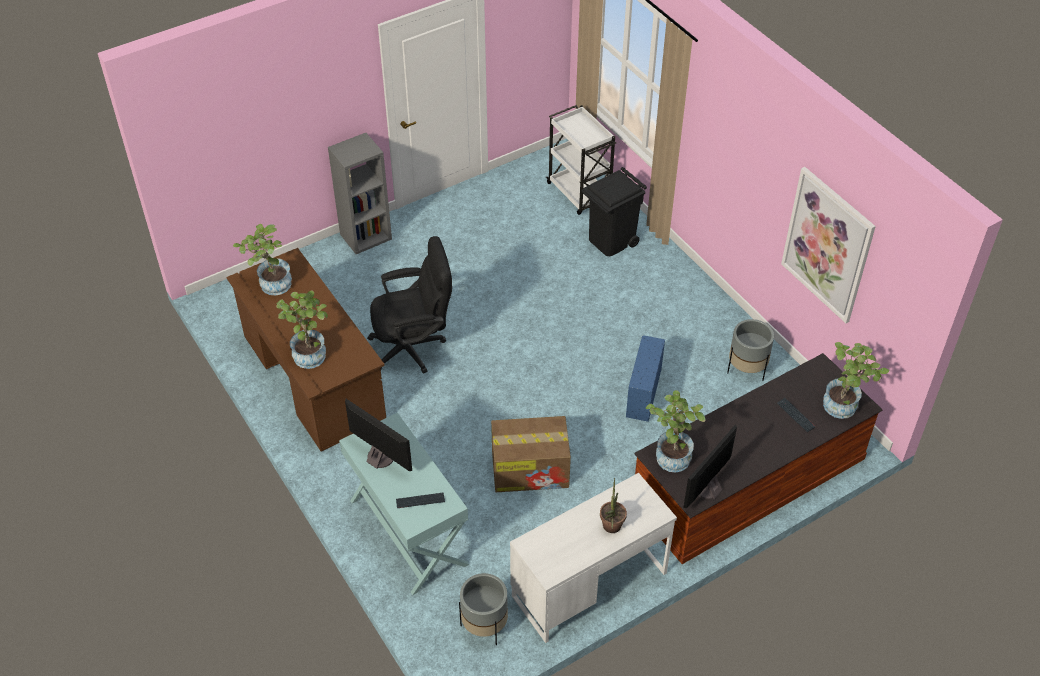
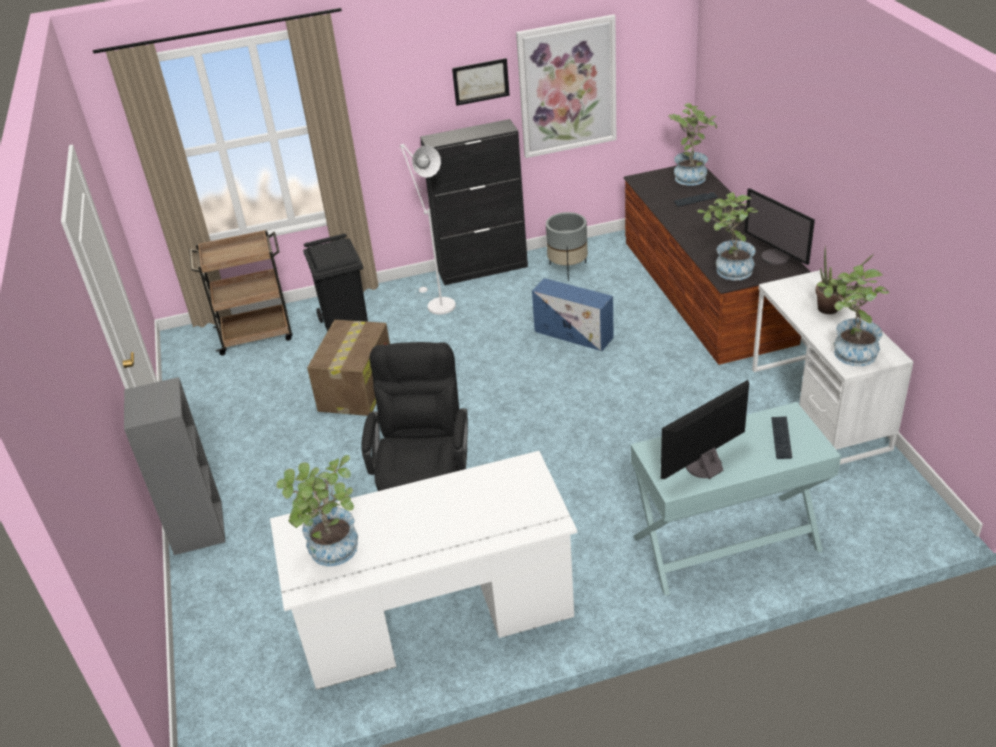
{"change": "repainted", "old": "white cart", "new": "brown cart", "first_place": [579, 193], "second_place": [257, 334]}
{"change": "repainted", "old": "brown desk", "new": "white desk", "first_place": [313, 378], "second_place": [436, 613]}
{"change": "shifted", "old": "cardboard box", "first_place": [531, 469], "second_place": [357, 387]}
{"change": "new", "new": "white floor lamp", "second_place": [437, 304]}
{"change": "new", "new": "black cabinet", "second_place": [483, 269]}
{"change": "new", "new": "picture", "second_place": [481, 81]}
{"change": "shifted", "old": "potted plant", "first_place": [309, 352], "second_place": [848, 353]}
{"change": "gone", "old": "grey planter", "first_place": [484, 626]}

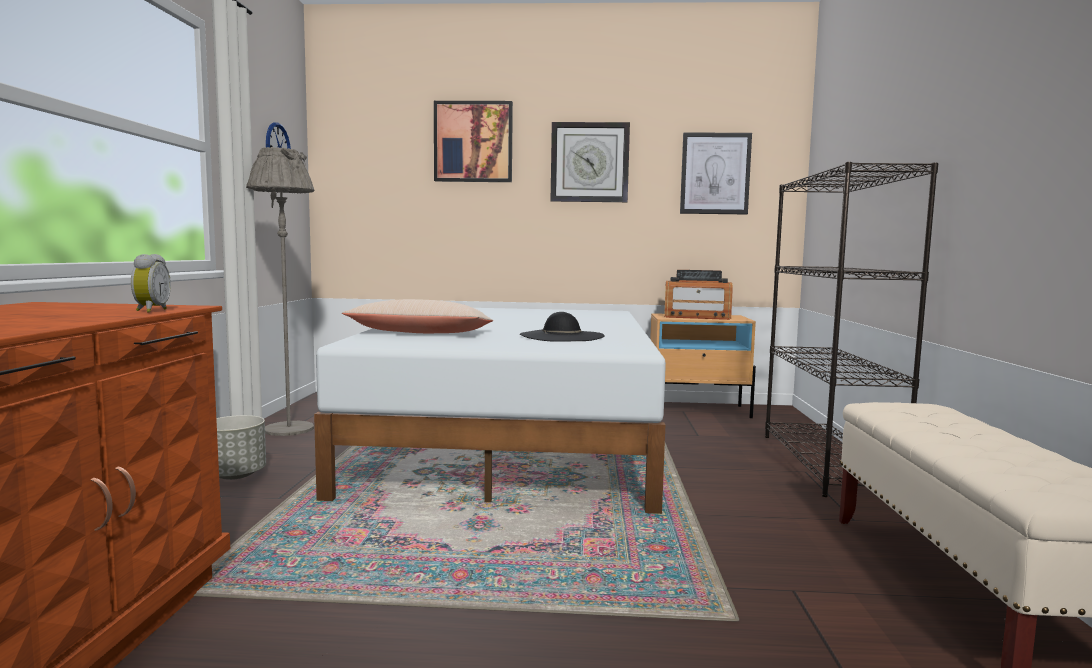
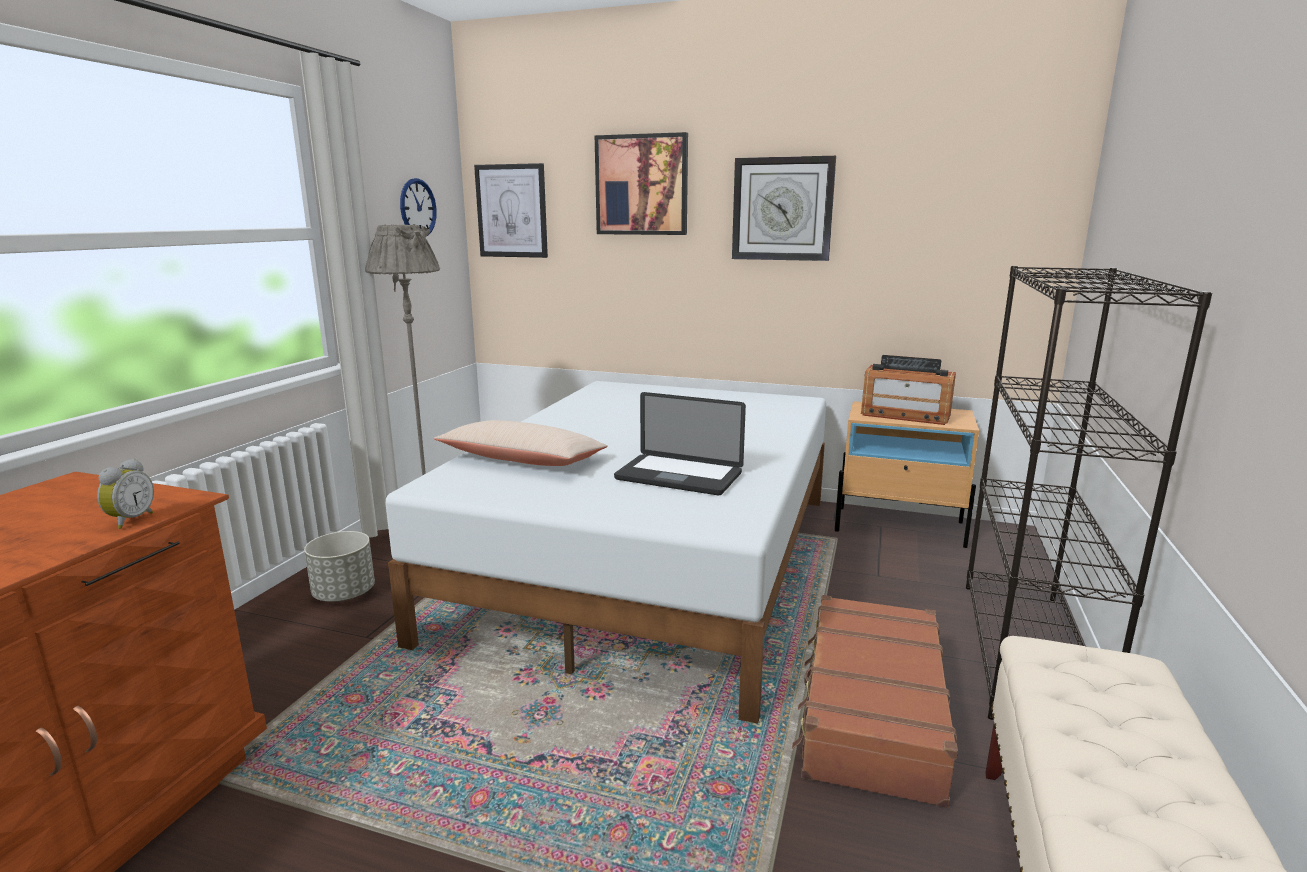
{"change": "shifted", "old": "picture", "first_place": [715, 173], "second_place": [512, 211]}
{"change": "swapped", "old": "black hat", "new": "laptop", "first_place": [561, 336], "second_place": [678, 476]}
{"change": "new", "new": "brown suitcase", "second_place": [870, 711]}

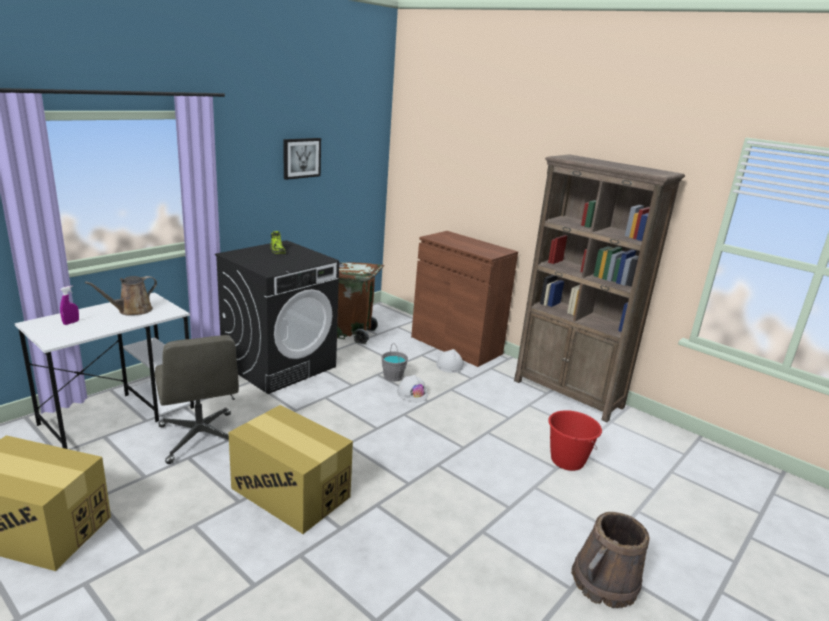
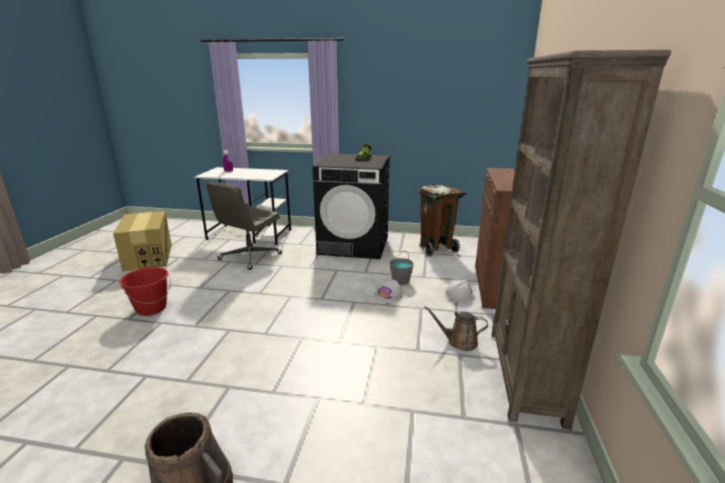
{"change": "shifted", "old": "red bucket", "first_place": [567, 461], "second_place": [151, 308]}
{"change": "shifted", "old": "brown watering can", "first_place": [132, 311], "second_place": [459, 342]}
{"change": "gone", "old": "cardboard box", "first_place": [290, 492]}
{"change": "gone", "old": "picture", "first_place": [301, 158]}

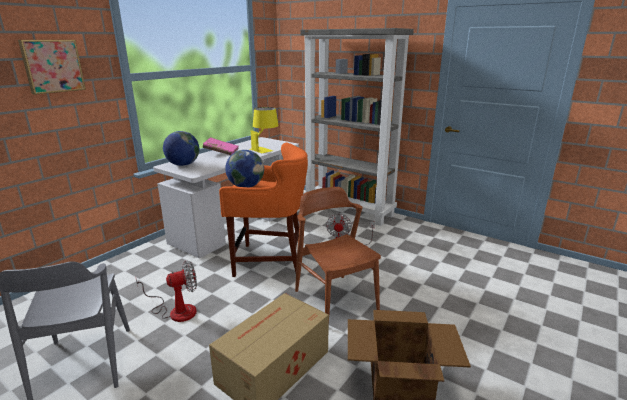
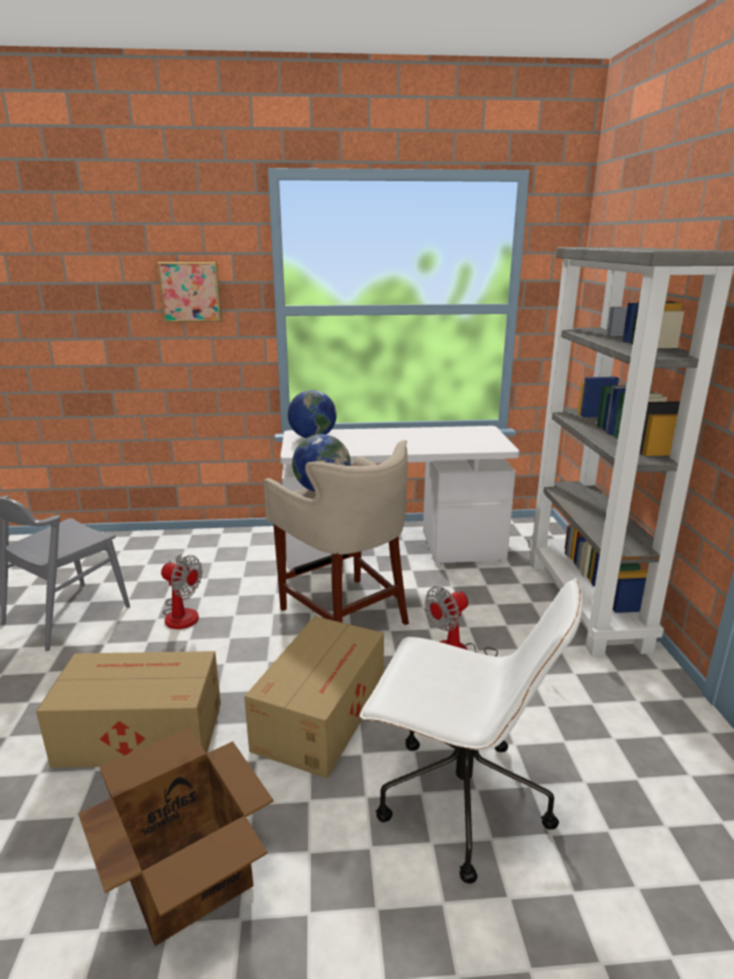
{"change": "swapped", "old": "brown chair", "new": "cardboard box", "first_place": [335, 300], "second_place": [323, 713]}
{"change": "repainted", "old": "orange stool", "new": "beige stool", "first_place": [269, 261], "second_place": [345, 614]}
{"change": "new", "new": "white office chair", "second_place": [459, 800]}
{"change": "gone", "old": "pink book", "first_place": [221, 152]}
{"change": "gone", "old": "yellow table lamp", "first_place": [265, 149]}

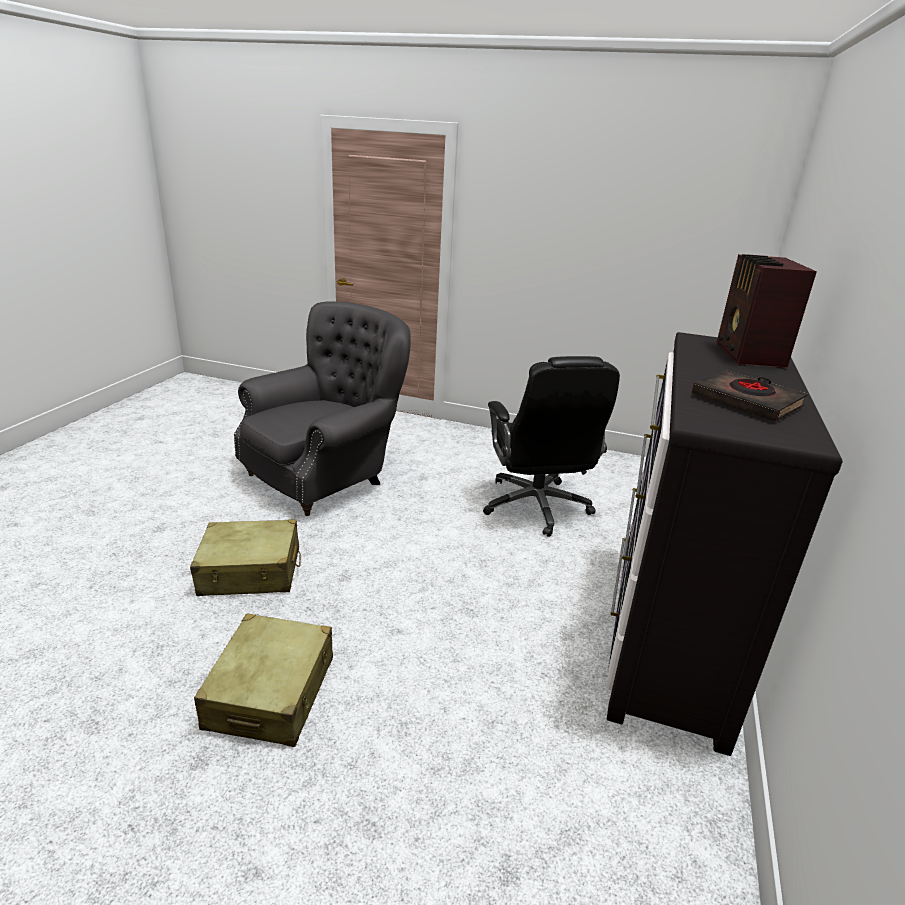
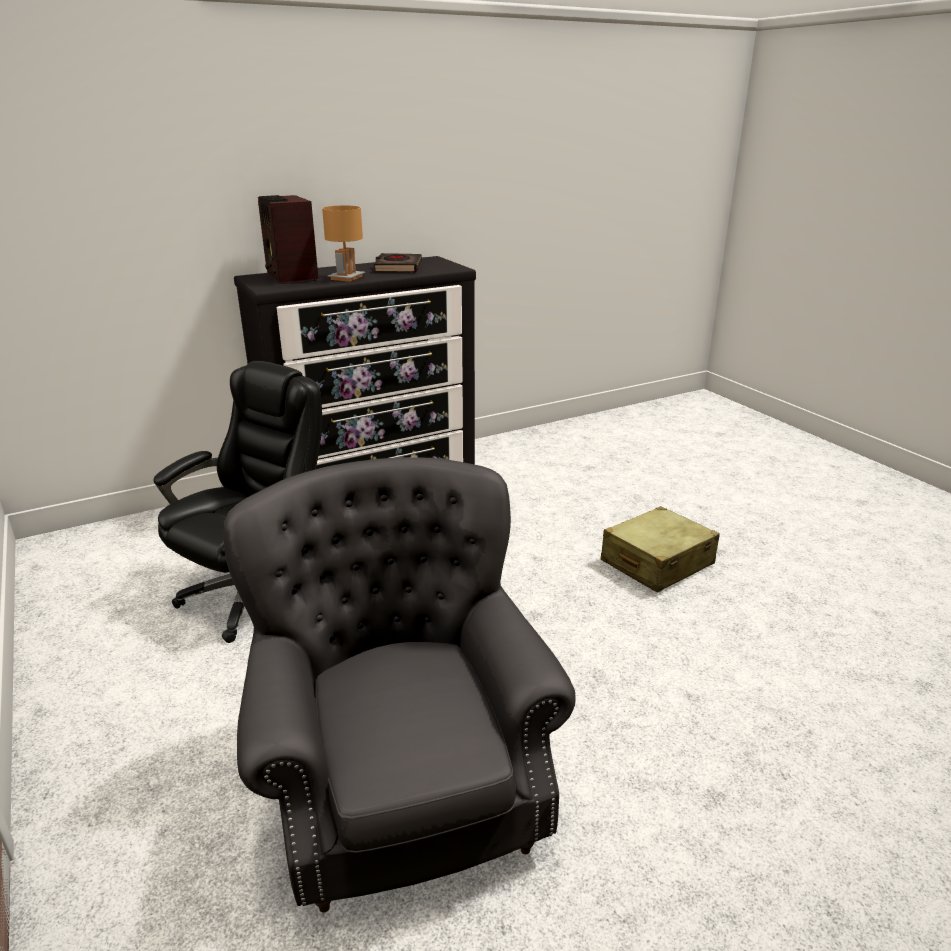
{"change": "rotated", "old": "grey armchair", "first_place": [326, 475], "second_place": [403, 784], "degrees": 75}
{"change": "rotated", "old": "radio", "first_place": [748, 356], "second_place": [291, 277], "degrees": 105}
{"change": "new", "new": "brown table lamp", "second_place": [347, 278]}
{"change": "gone", "old": "beige suitcase", "first_place": [250, 572]}

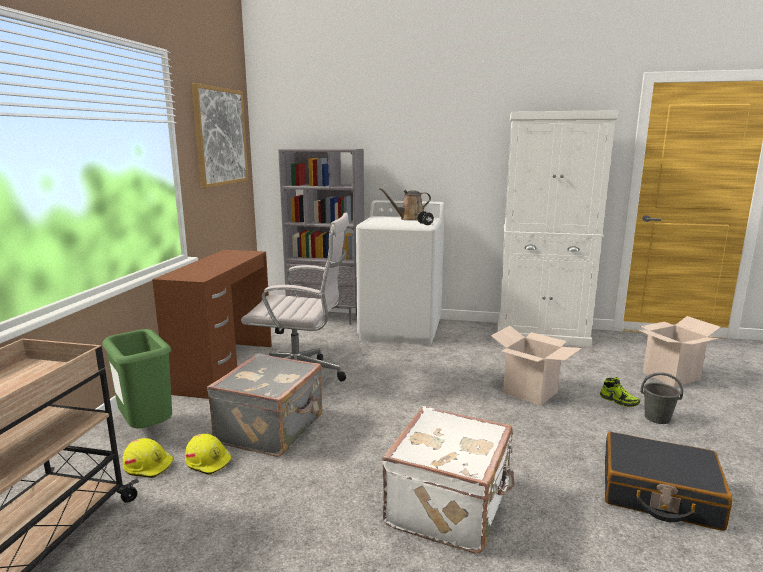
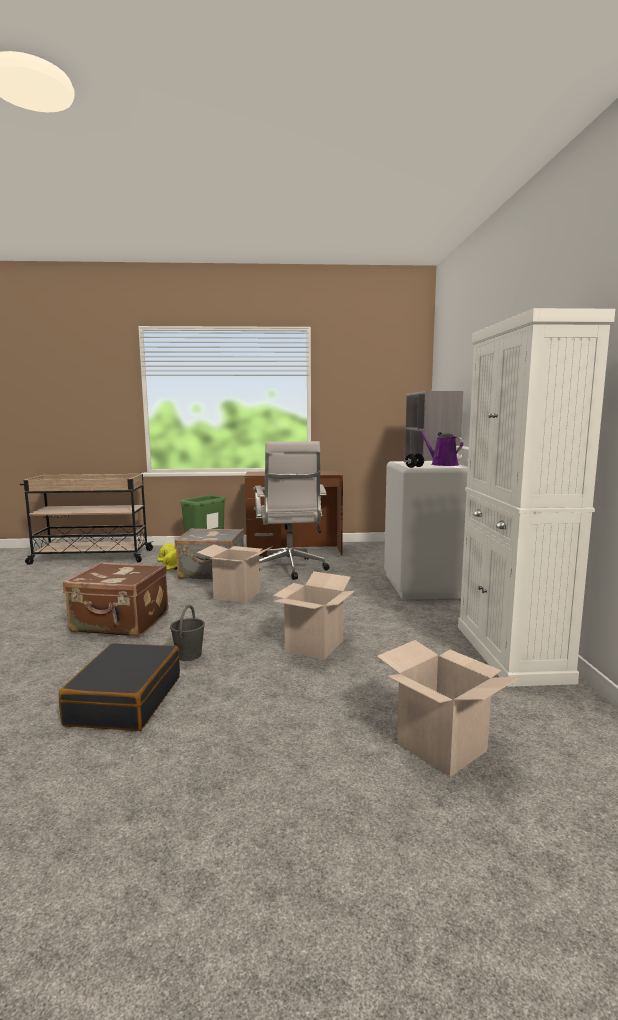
{"change": "repainted", "old": "white suitcase", "new": "brown suitcase", "first_place": [450, 507], "second_place": [120, 623]}
{"change": "shifted", "old": "grey bucket", "first_place": [657, 418], "second_place": [188, 655]}
{"change": "new", "new": "cardboard box", "second_place": [237, 595]}
{"change": "repainted", "old": "brown watering can", "new": "purple watering can", "first_place": [410, 219], "second_place": [442, 464]}
{"change": "gone", "old": "picture", "first_place": [220, 136]}
{"change": "gone", "old": "shoe", "first_place": [619, 401]}

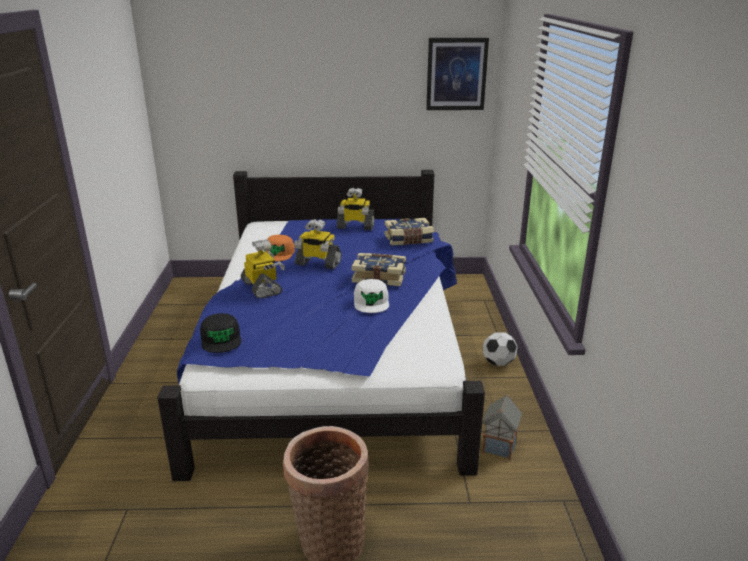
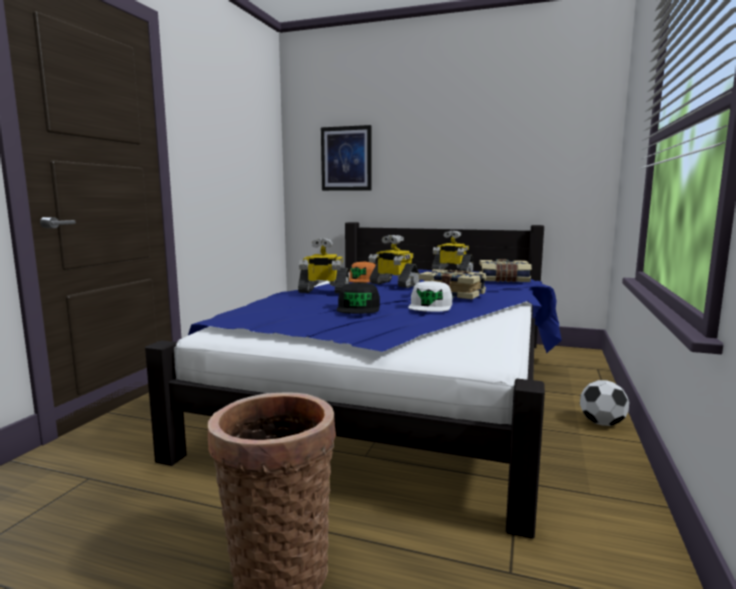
{"change": "rotated", "old": "toy robot", "first_place": [262, 288], "second_place": [323, 291], "degrees": 105}
{"change": "shifted", "old": "picture", "first_place": [456, 74], "second_place": [346, 158]}
{"change": "shifted", "old": "black cap", "first_place": [221, 339], "second_place": [358, 308]}
{"change": "gone", "old": "toy house", "first_place": [499, 447]}

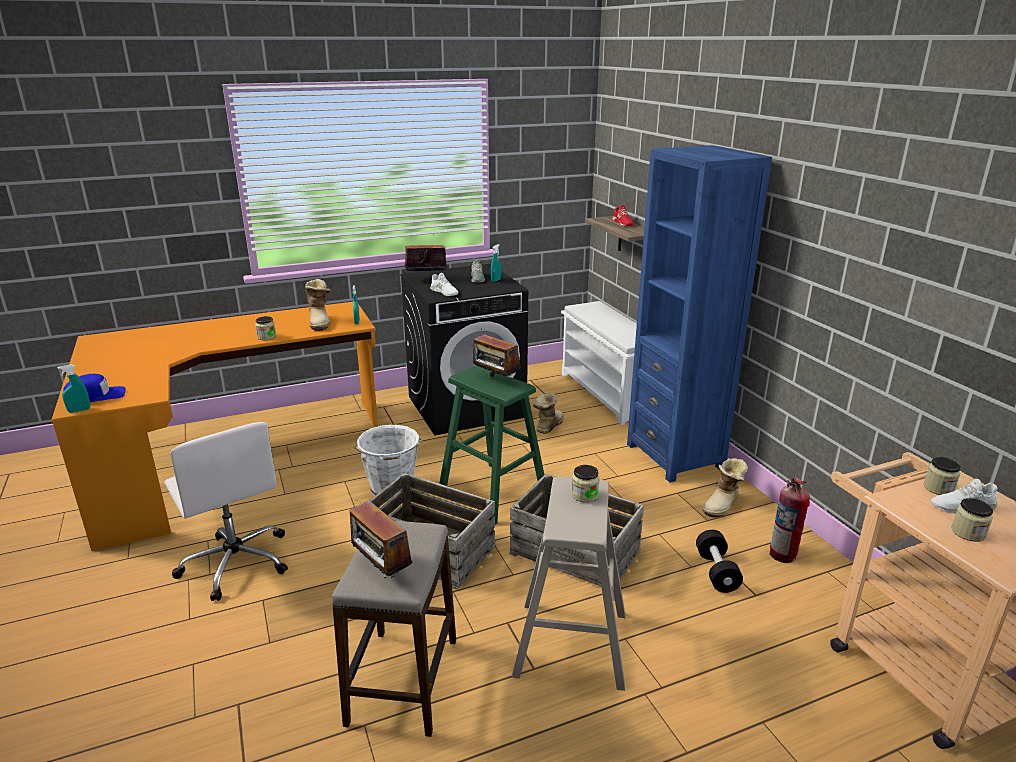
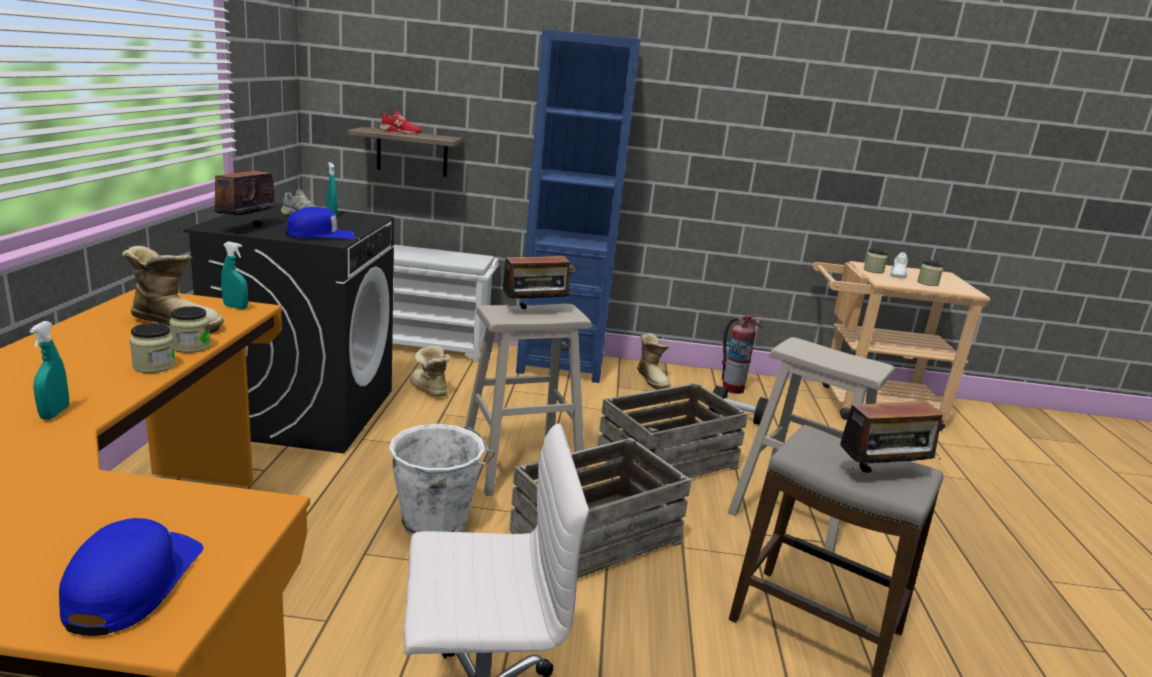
{"change": "shifted", "old": "turquoise spray bottle", "first_place": [79, 410], "second_place": [55, 413]}
{"change": "shifted", "old": "jar", "first_place": [584, 495], "second_place": [191, 347]}
{"change": "swapped", "old": "white shoe", "new": "blue cap", "first_place": [444, 292], "second_place": [320, 235]}
{"change": "repainted", "old": "green stool", "new": "beige stool", "first_place": [493, 493], "second_place": [521, 463]}

